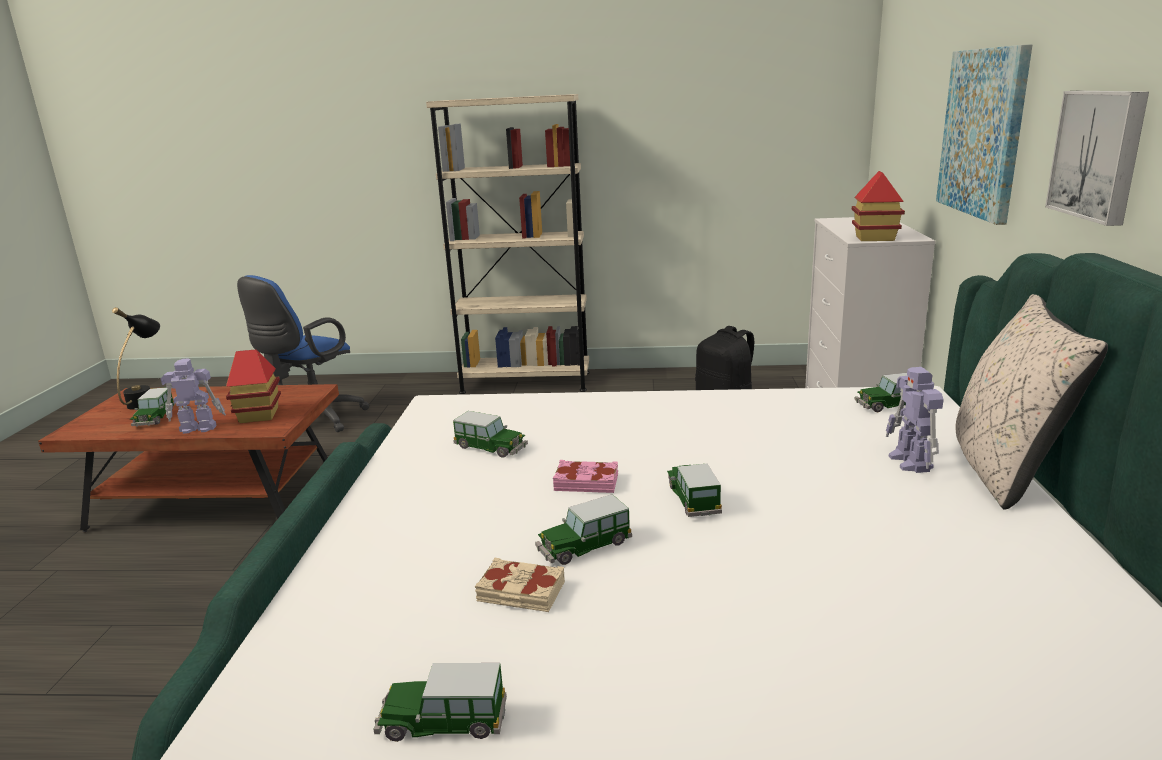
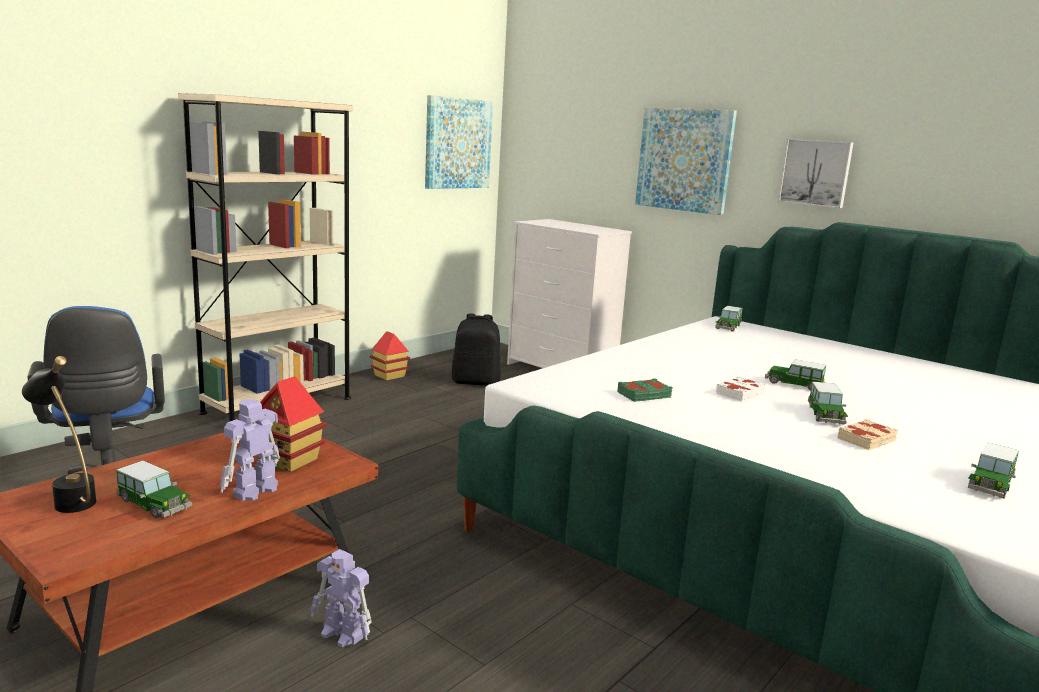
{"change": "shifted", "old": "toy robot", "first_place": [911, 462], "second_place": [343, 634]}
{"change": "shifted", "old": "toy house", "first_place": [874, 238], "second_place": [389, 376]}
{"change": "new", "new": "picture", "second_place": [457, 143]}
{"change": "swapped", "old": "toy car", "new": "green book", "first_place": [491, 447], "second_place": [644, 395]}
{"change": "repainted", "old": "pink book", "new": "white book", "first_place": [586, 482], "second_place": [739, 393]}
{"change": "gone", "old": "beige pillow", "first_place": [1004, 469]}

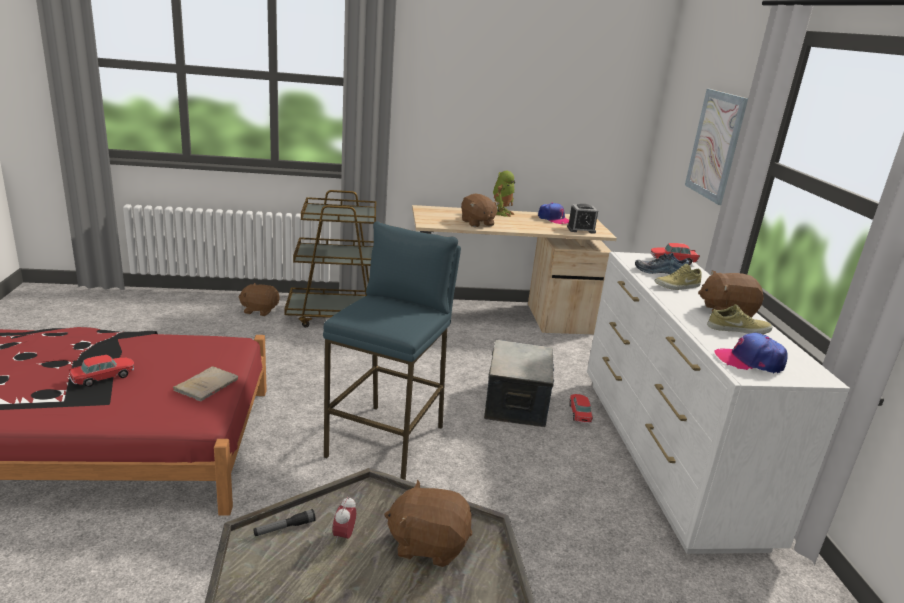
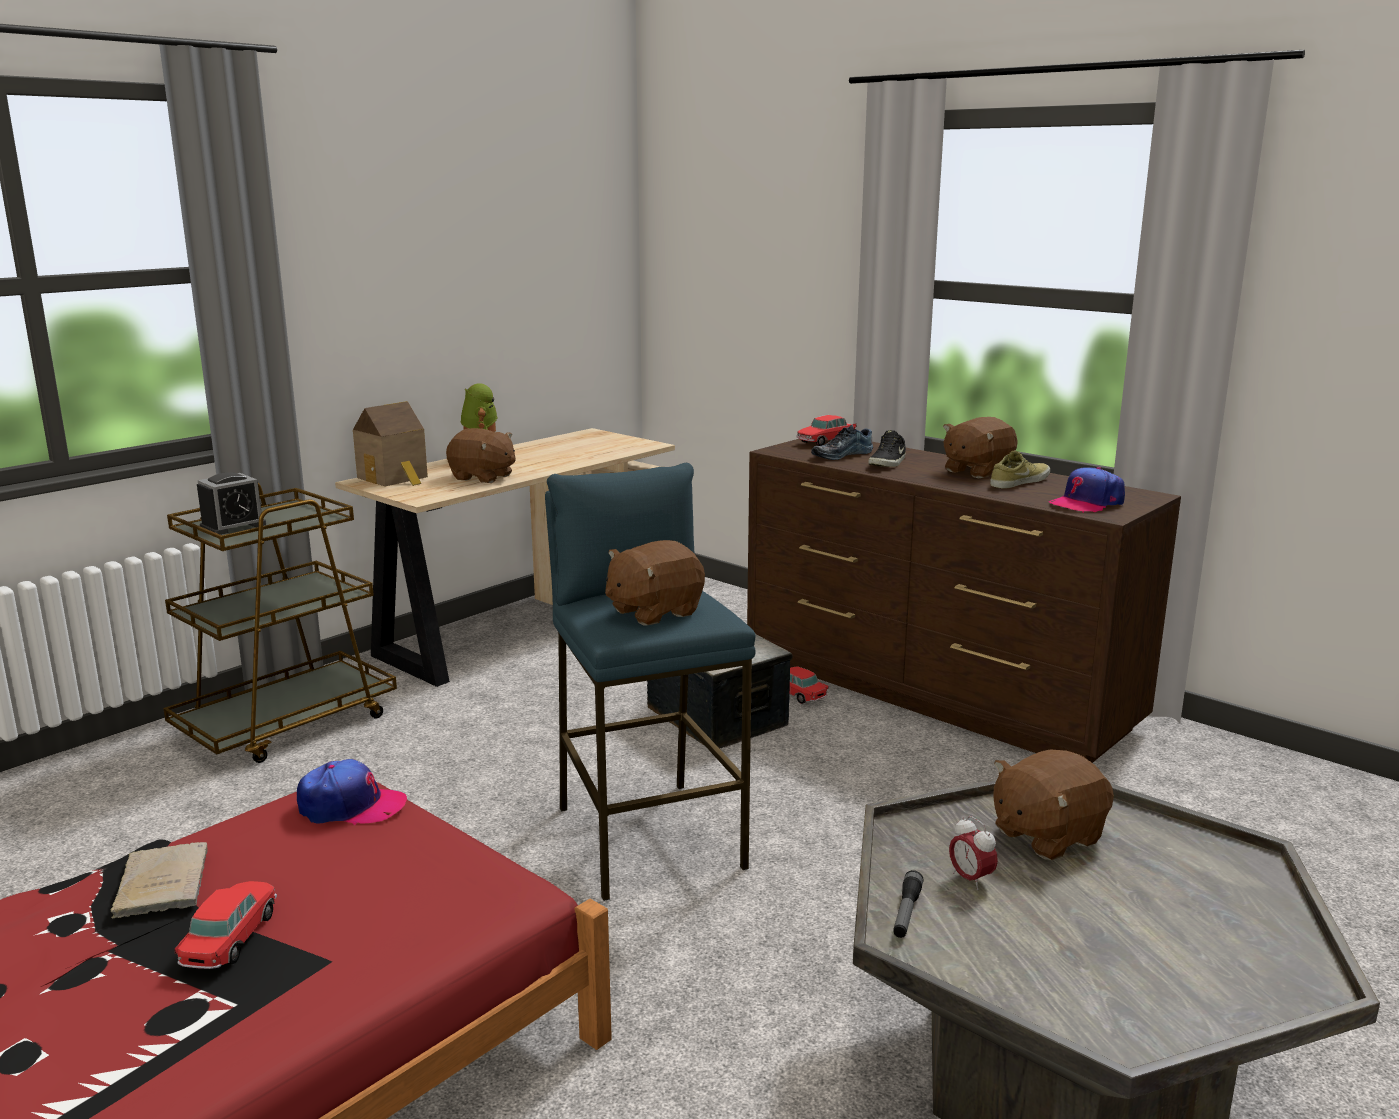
{"change": "shifted", "old": "beige book", "first_place": [208, 385], "second_place": [163, 882]}
{"change": "shifted", "old": "alarm clock", "first_place": [581, 229], "second_place": [233, 526]}
{"change": "shifted", "old": "cap", "first_place": [554, 219], "second_place": [351, 806]}
{"change": "new", "new": "toy house", "second_place": [395, 478]}
{"change": "shifted", "old": "brown plush toy", "first_place": [260, 310], "second_place": [653, 612]}
{"change": "repainted", "old": "white dresser", "new": "brown dresser", "first_place": [666, 456], "second_place": [935, 693]}
{"change": "repainted", "old": "beige shoe", "new": "black shoe", "first_place": [677, 286], "second_place": [888, 463]}
{"change": "gone", "old": "picture", "first_place": [715, 145]}

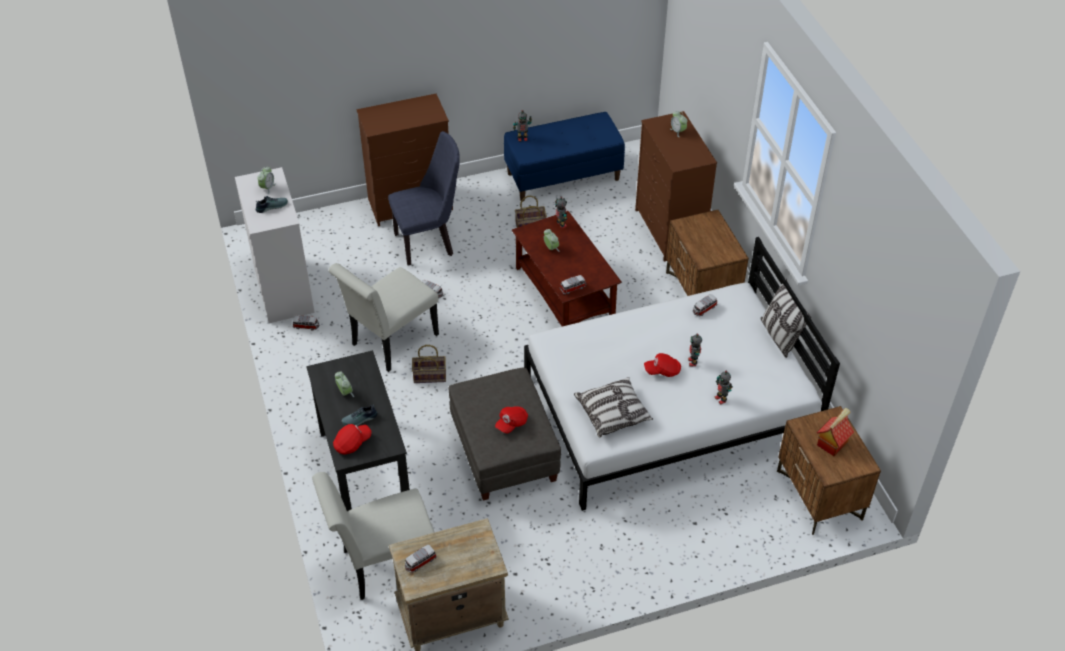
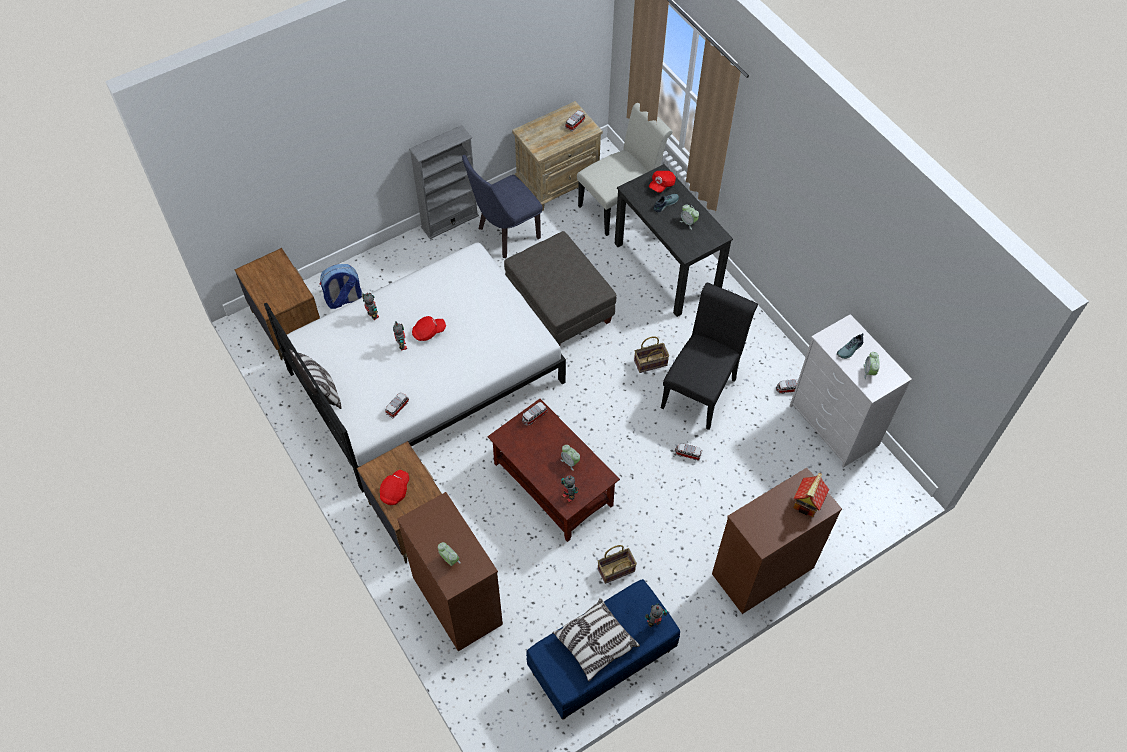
{"change": "new", "new": "backpack", "second_place": [343, 300]}
{"change": "shifted", "old": "red cap", "first_place": [511, 423], "second_place": [395, 491]}
{"change": "new", "new": "grey bookcase", "second_place": [449, 221]}
{"change": "shifted", "old": "blue chair", "first_place": [429, 242], "second_place": [504, 236]}
{"change": "shifted", "old": "pillow", "first_place": [613, 413], "second_place": [595, 643]}
{"change": "repainted", "old": "white chair", "new": "black chair", "first_place": [390, 343], "second_place": [701, 389]}
{"change": "shifted", "old": "toy house", "first_place": [832, 443], "second_place": [808, 503]}

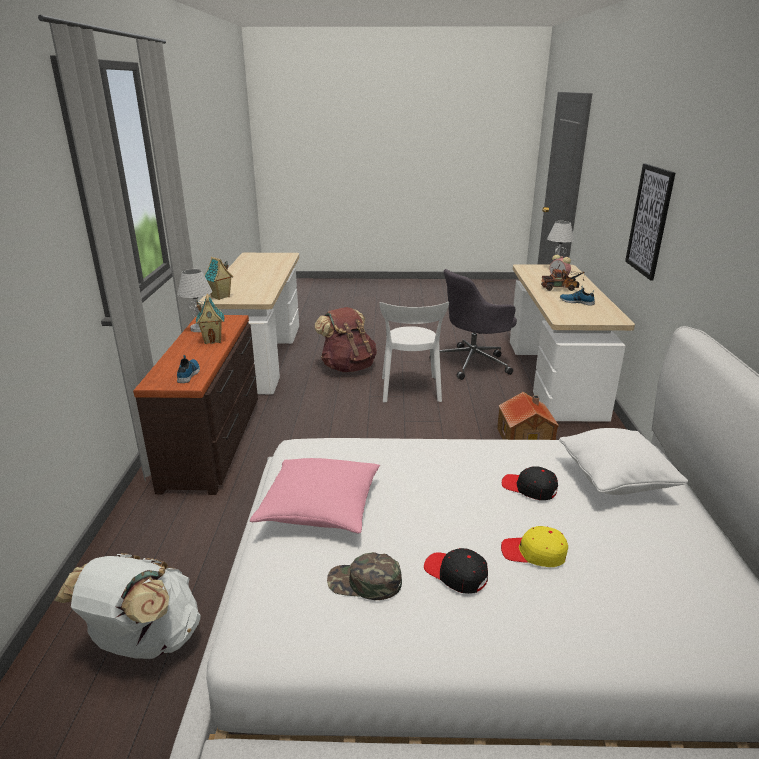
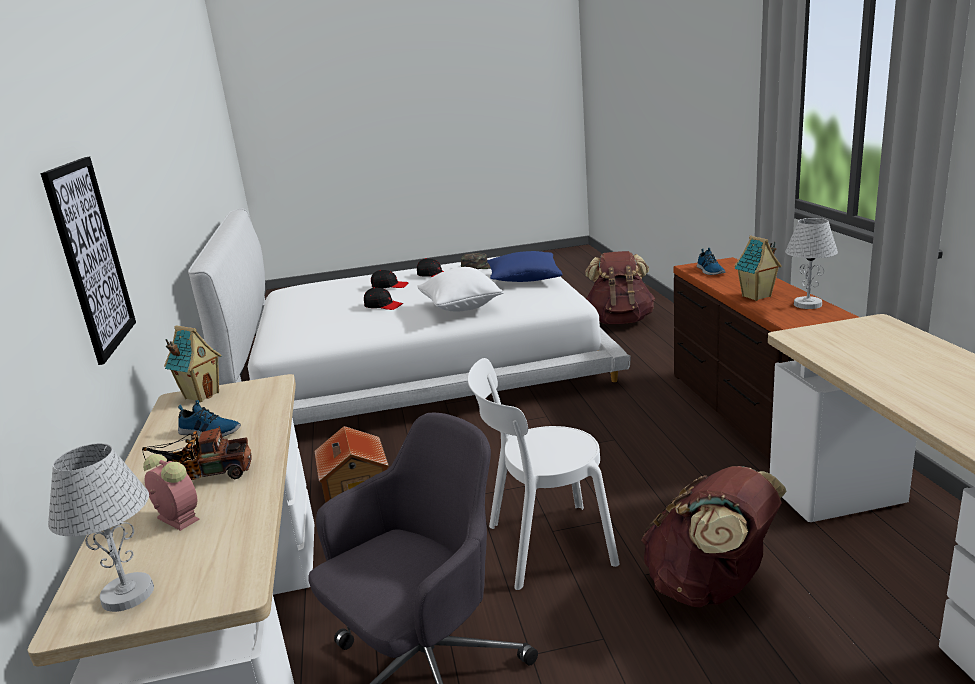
{"change": "shifted", "old": "toy house", "first_place": [220, 297], "second_place": [201, 395]}
{"change": "repainted", "old": "yellow cap", "new": "black cap", "first_place": [534, 553], "second_place": [389, 286]}
{"change": "shifted", "old": "white pillow", "first_place": [615, 481], "second_place": [461, 308]}
{"change": "rotated", "old": "white chair", "first_place": [410, 391], "second_place": [544, 546], "degrees": -90}
{"change": "repainted", "old": "pink pillow", "new": "blue pillow", "first_place": [320, 508], "second_place": [524, 279]}
{"change": "repainted", "old": "white backpack", "new": "brown backpack", "first_place": [144, 642], "second_place": [619, 321]}

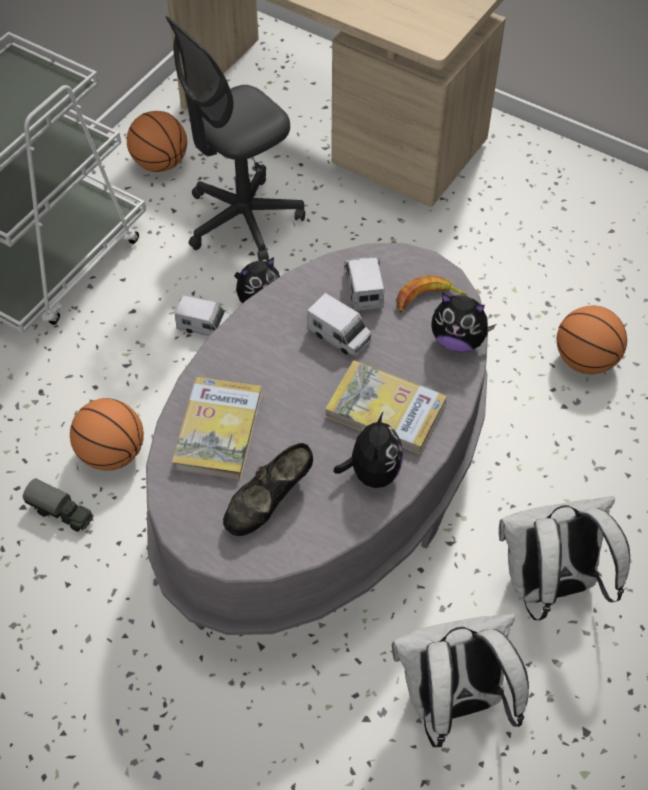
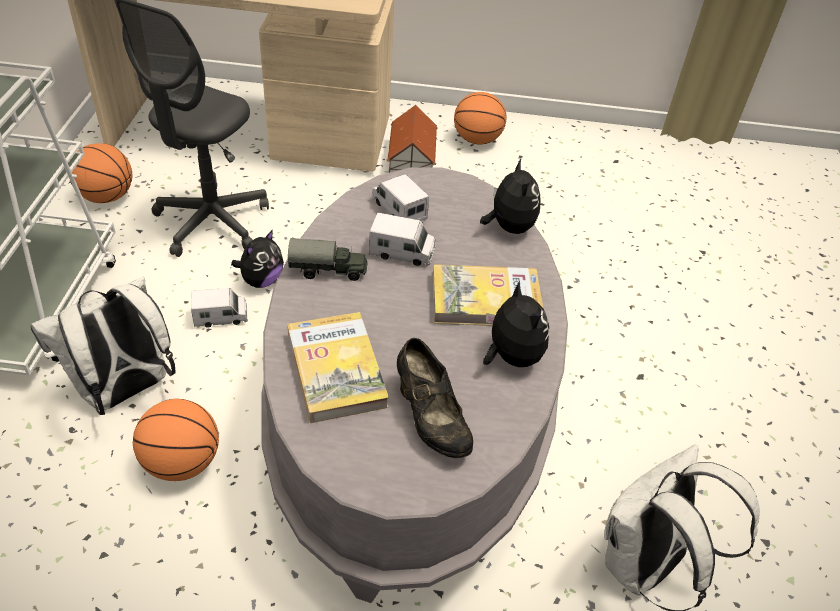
{"change": "shifted", "old": "white backpack", "first_place": [548, 586], "second_place": [125, 391]}
{"change": "shifted", "old": "toy truck", "first_place": [62, 513], "second_place": [328, 271]}
{"change": "new", "new": "toy house", "second_place": [412, 160]}
{"change": "rotated", "old": "black shoe", "first_place": [268, 502], "second_place": [430, 419], "degrees": -45}
{"change": "shifted", "old": "basketball", "first_place": [585, 360], "second_place": [477, 140]}
{"change": "rotated", "old": "plush toy", "first_place": [458, 340], "second_place": [508, 227], "degrees": -90}
{"change": "gone", "old": "banana", "first_place": [427, 299]}

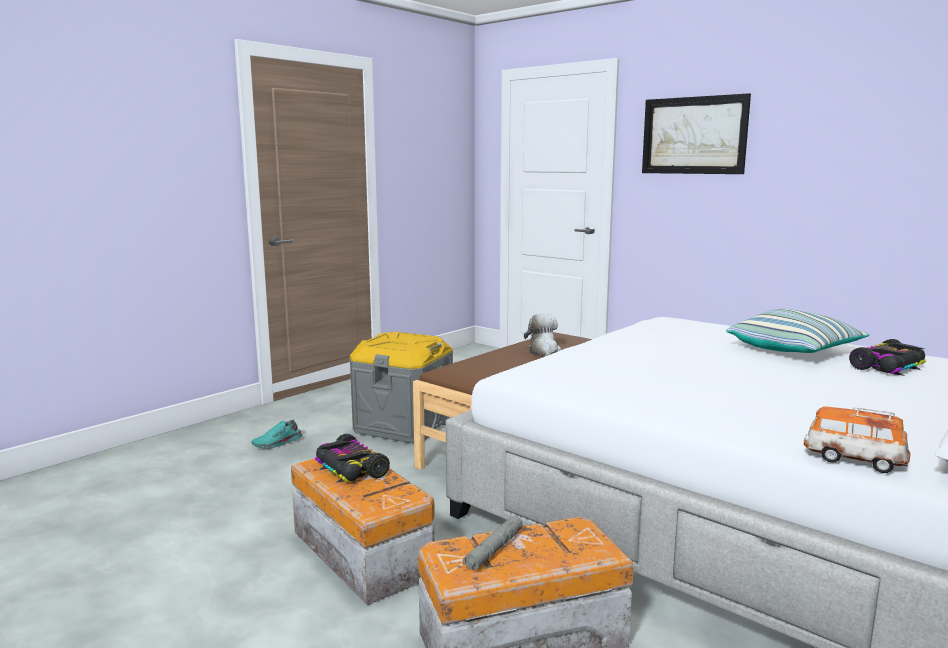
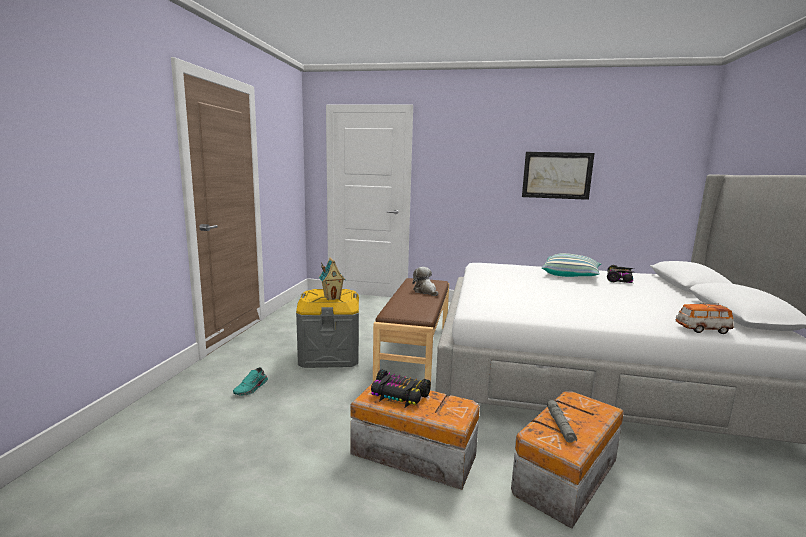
{"change": "new", "new": "toy house", "second_place": [332, 297]}
{"change": "shifted", "old": "picture", "first_place": [694, 135], "second_place": [556, 175]}

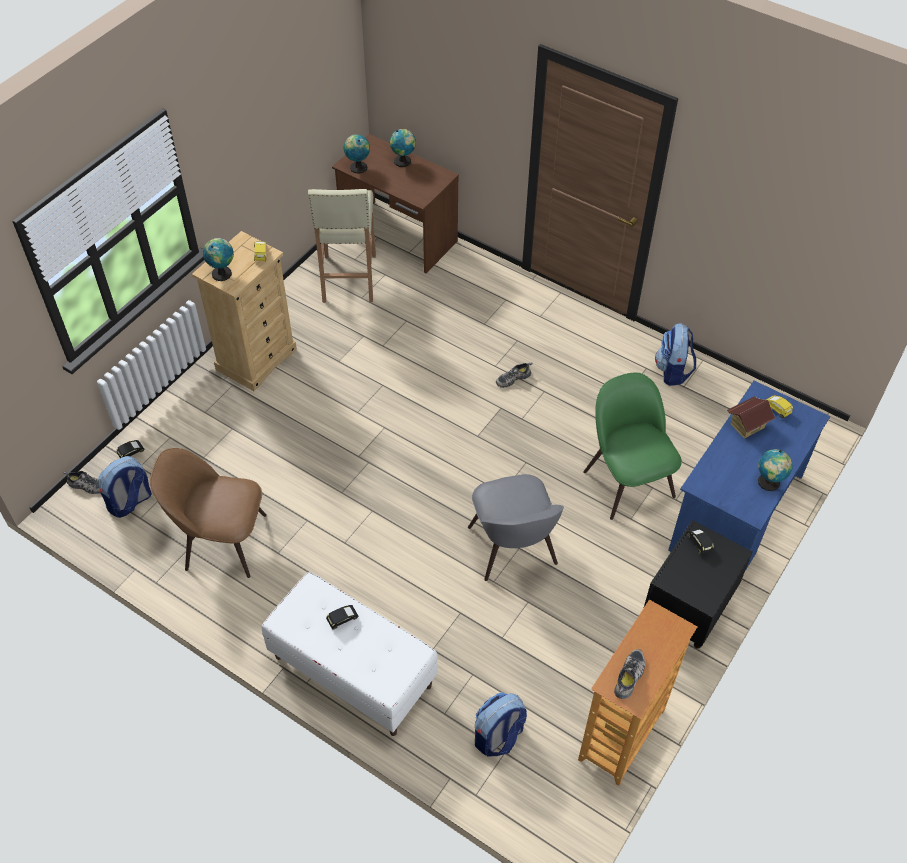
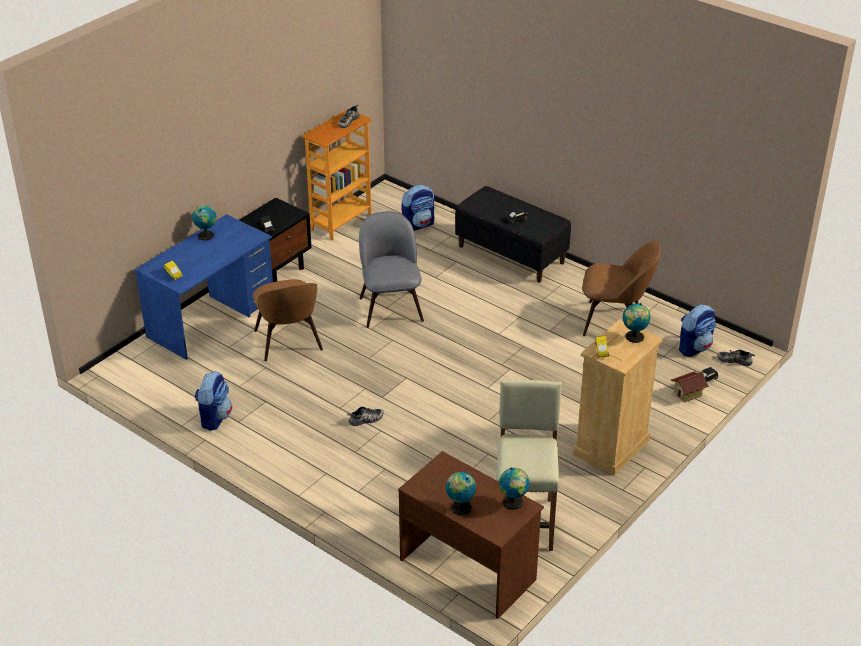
{"change": "repainted", "old": "green chair", "new": "brown chair", "first_place": [627, 480], "second_place": [289, 342]}
{"change": "repainted", "old": "white bench", "new": "black bench", "first_place": [352, 671], "second_place": [511, 254]}
{"change": "shifted", "old": "toy house", "first_place": [747, 425], "second_place": [688, 394]}

